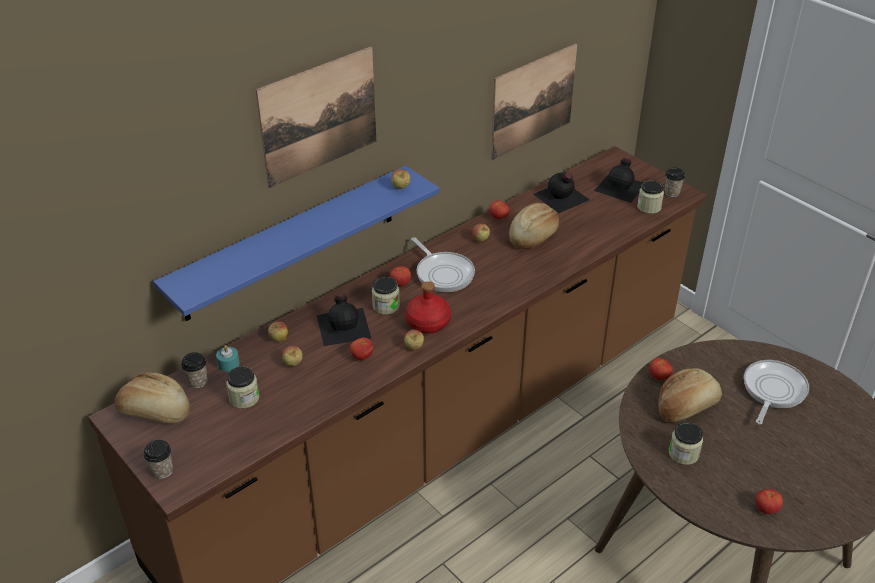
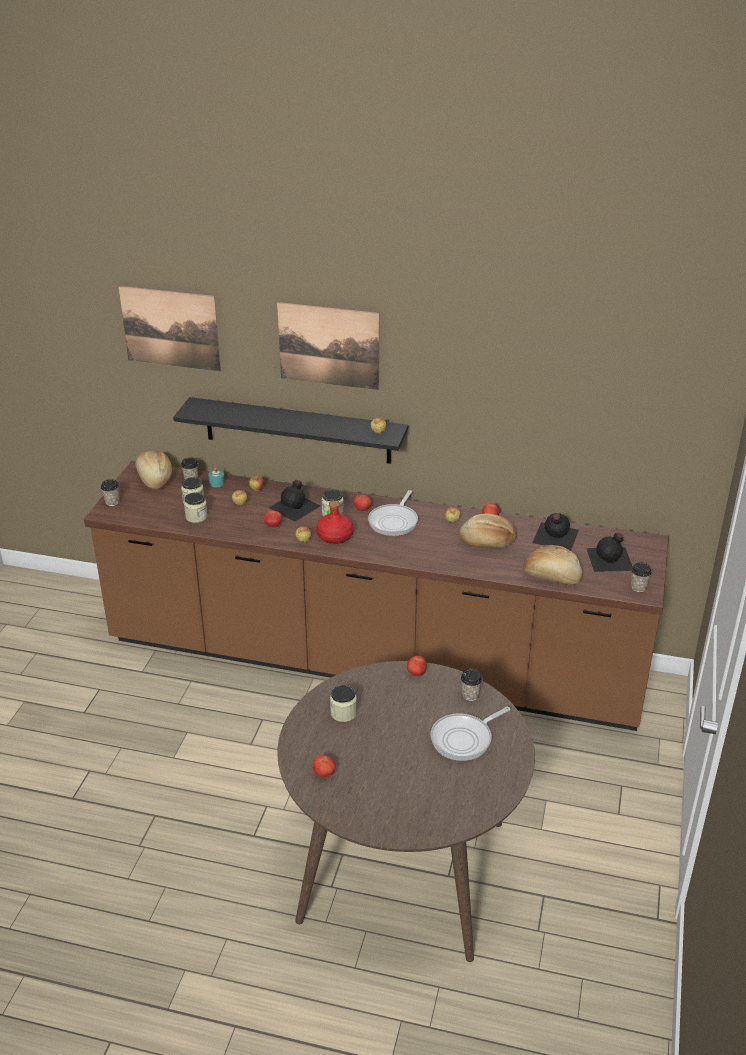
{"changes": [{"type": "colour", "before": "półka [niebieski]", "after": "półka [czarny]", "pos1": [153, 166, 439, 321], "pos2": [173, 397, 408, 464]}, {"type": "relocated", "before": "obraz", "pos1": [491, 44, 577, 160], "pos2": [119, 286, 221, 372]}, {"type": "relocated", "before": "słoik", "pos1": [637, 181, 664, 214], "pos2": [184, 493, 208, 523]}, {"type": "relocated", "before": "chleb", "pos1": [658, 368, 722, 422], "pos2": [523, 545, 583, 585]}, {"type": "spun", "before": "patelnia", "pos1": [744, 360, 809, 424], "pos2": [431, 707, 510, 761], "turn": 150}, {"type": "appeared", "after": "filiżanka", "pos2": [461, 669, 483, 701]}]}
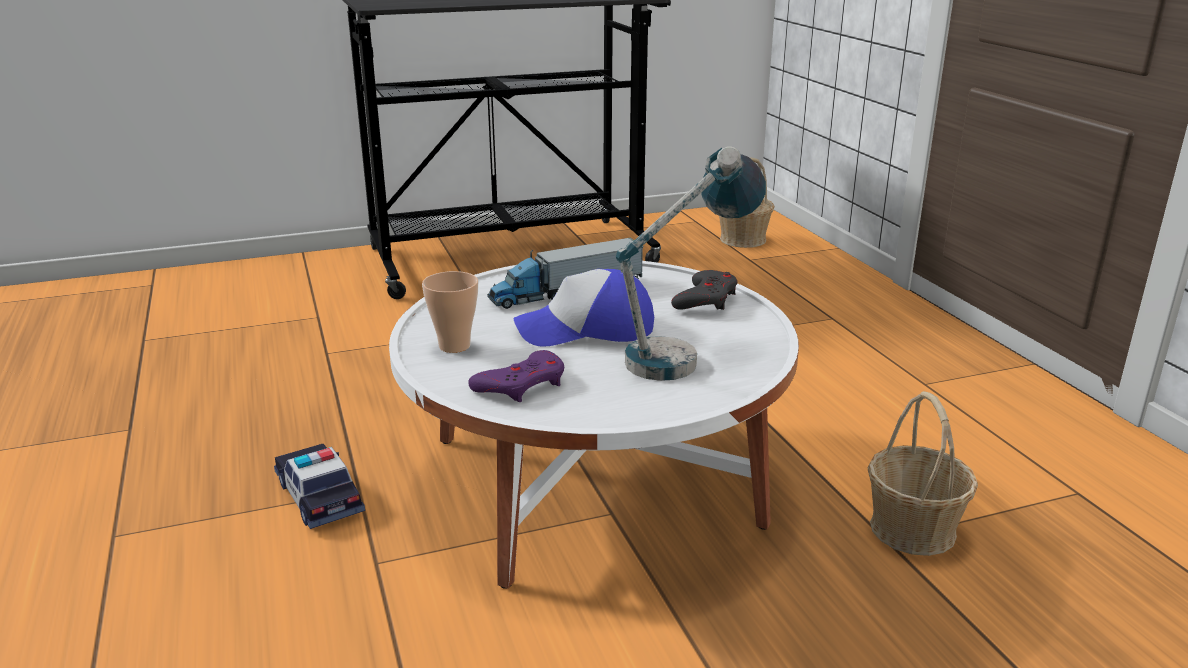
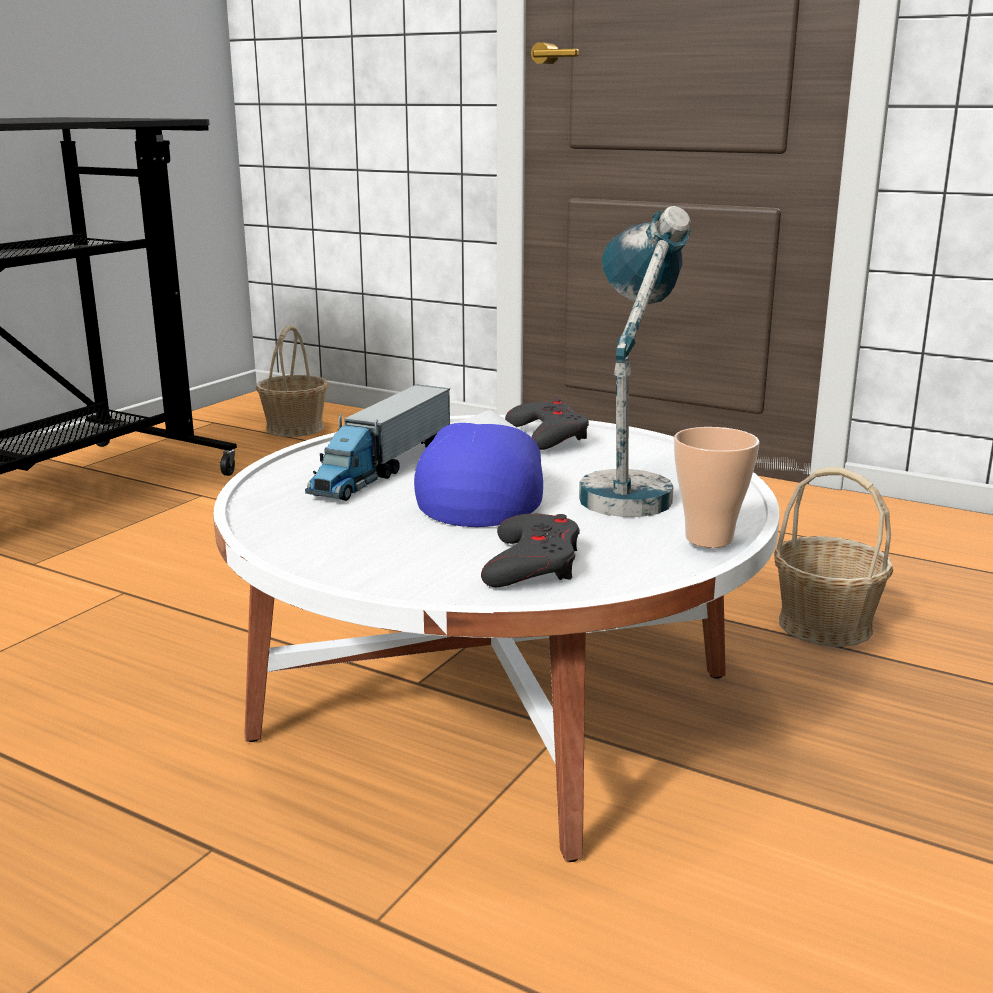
{"changes": [{"type": "missing", "before": "samochodzik", "pos1": [274, 444, 365, 529]}, {"type": "relocated", "before": "filiżanka", "pos1": [422, 271, 478, 353], "pos2": [674, 427, 760, 548]}, {"type": "colour", "before": "pad do gier [fioletowy]", "after": "pad do gier [szary]", "pos1": [468, 350, 564, 402], "pos2": [481, 513, 580, 587]}, {"type": "spun", "before": "czapka z daszkiem", "pos1": [514, 269, 654, 347], "pos2": [414, 410, 543, 527], "turn": 150}]}
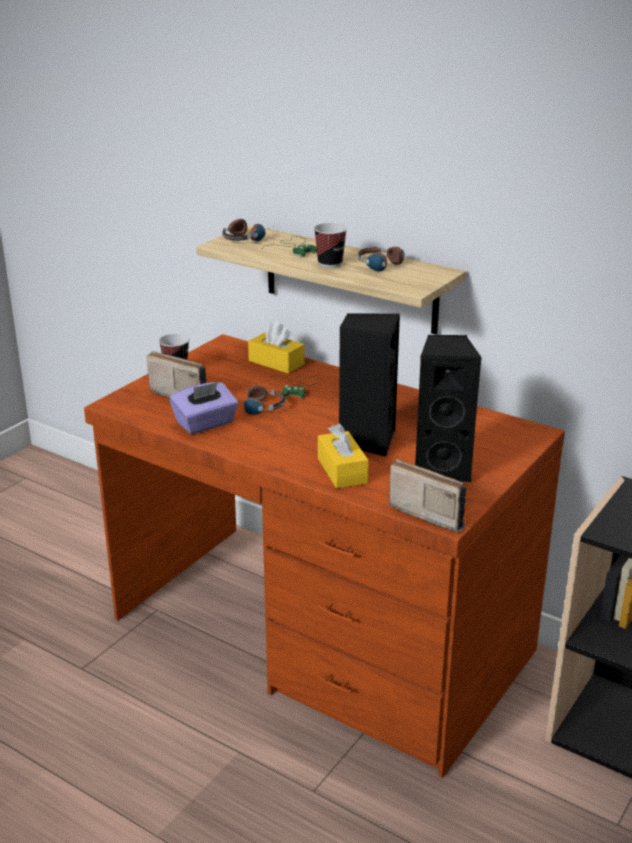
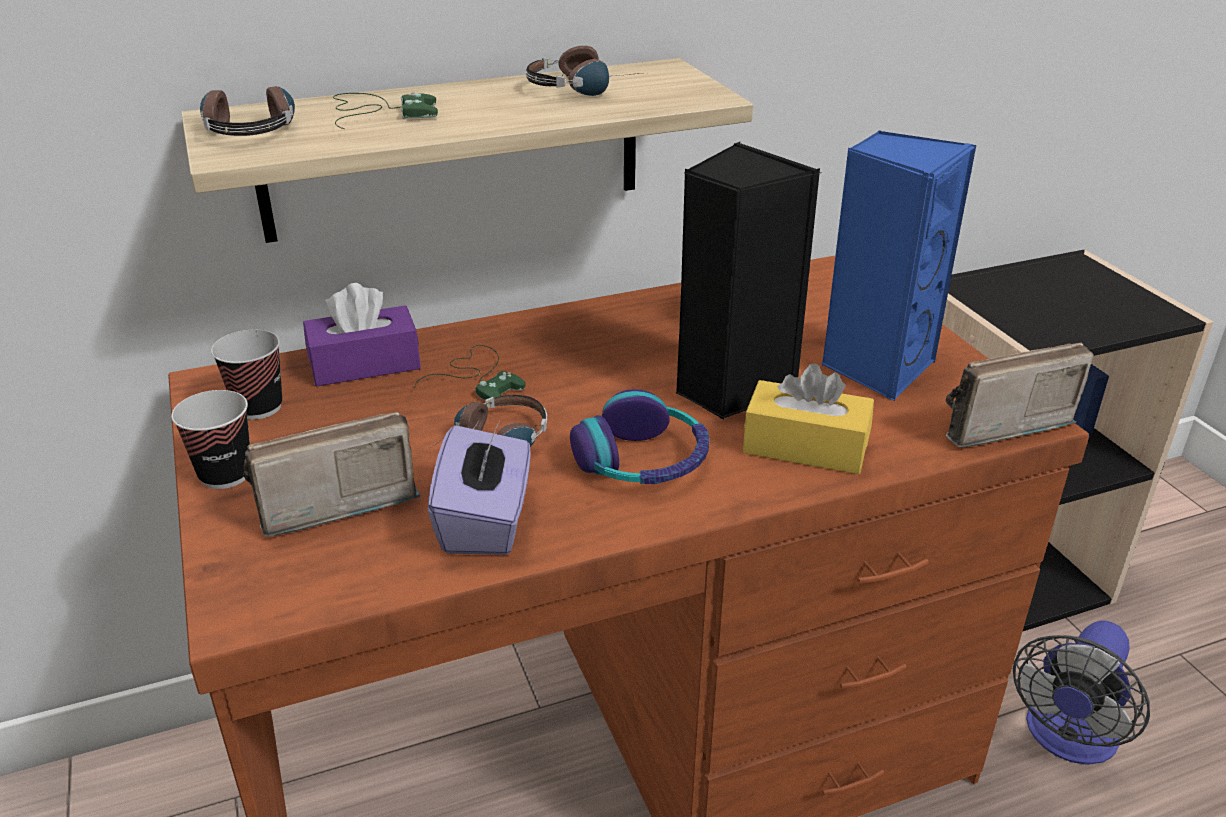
{"changes": [{"type": "colour", "before": "pudełko chusteczek [żółty]", "after": "pudełko chusteczek [fioletowy]", "pos1": [248, 322, 305, 374], "pos2": [303, 283, 421, 386]}, {"type": "relocated", "before": "filiżanka", "pos1": [314, 223, 347, 268], "pos2": [211, 330, 282, 420]}, {"type": "colour", "before": "głośnik [czarny]", "after": "głośnik [niebieski]", "pos1": [415, 335, 482, 482], "pos2": [821, 131, 976, 401]}, {"type": "appeared", "after": "słuchawki", "pos2": [570, 389, 709, 484]}, {"type": "appeared", "after": "wentylator", "pos2": [1013, 621, 1150, 765]}]}
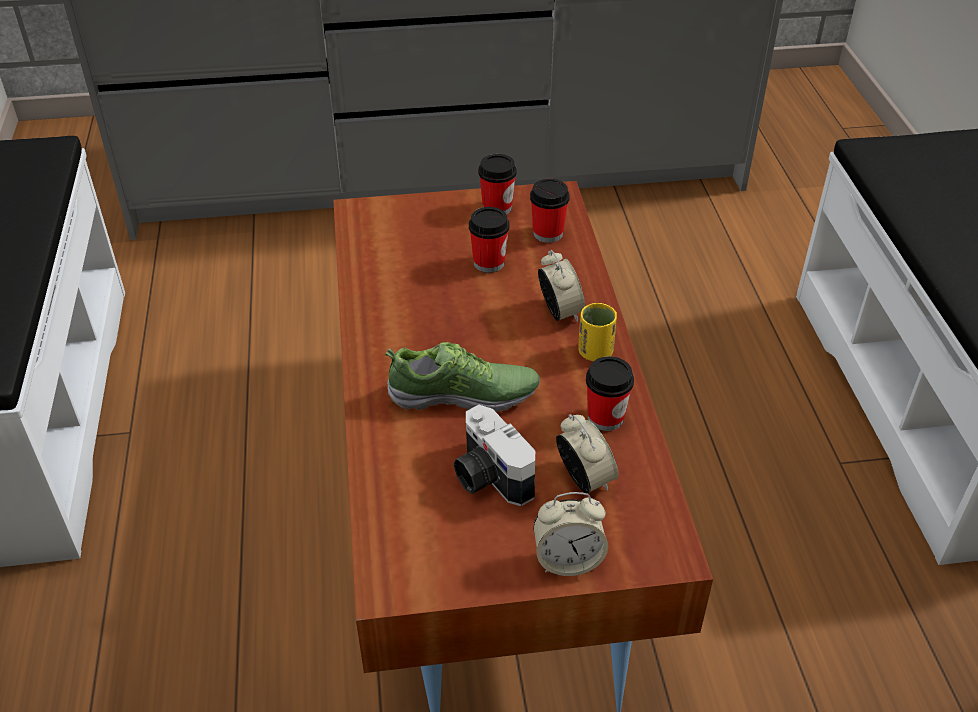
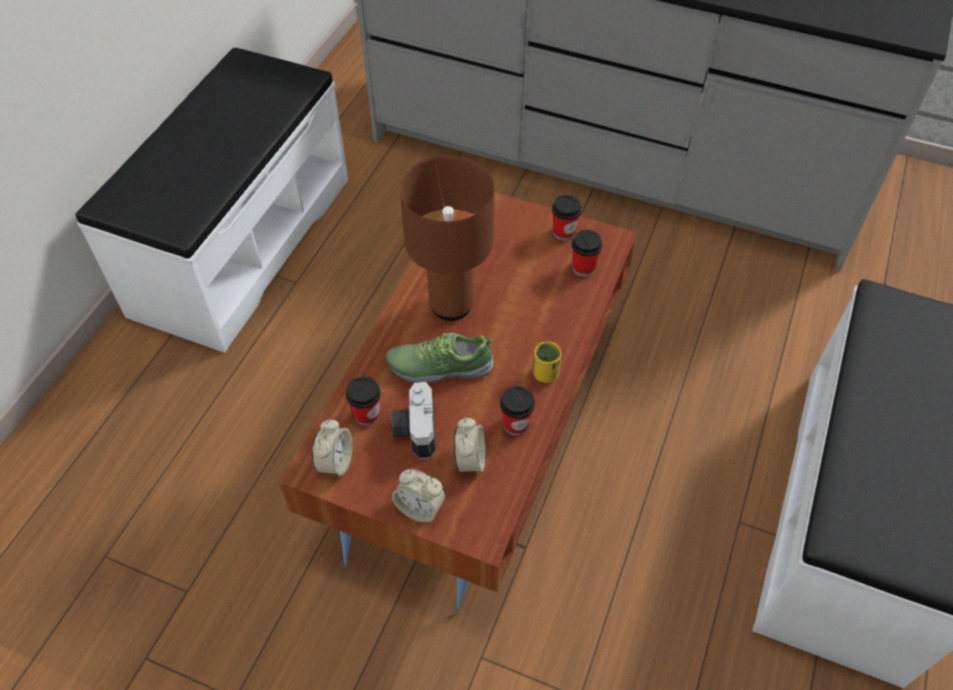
{"changes": [{"type": "spun", "before": "but", "pos1": [385, 342, 540, 412], "pos2": [385, 332, 494, 383], "turn": 150}, {"type": "relocated", "before": "filiżanka", "pos1": [469, 207, 510, 273], "pos2": [346, 376, 381, 426]}, {"type": "relocated", "before": "budzik", "pos1": [538, 250, 586, 322], "pos2": [312, 419, 353, 478]}, {"type": "appeared", "after": "lampa stołowa [brązowy]", "pos2": [400, 156, 495, 321]}]}
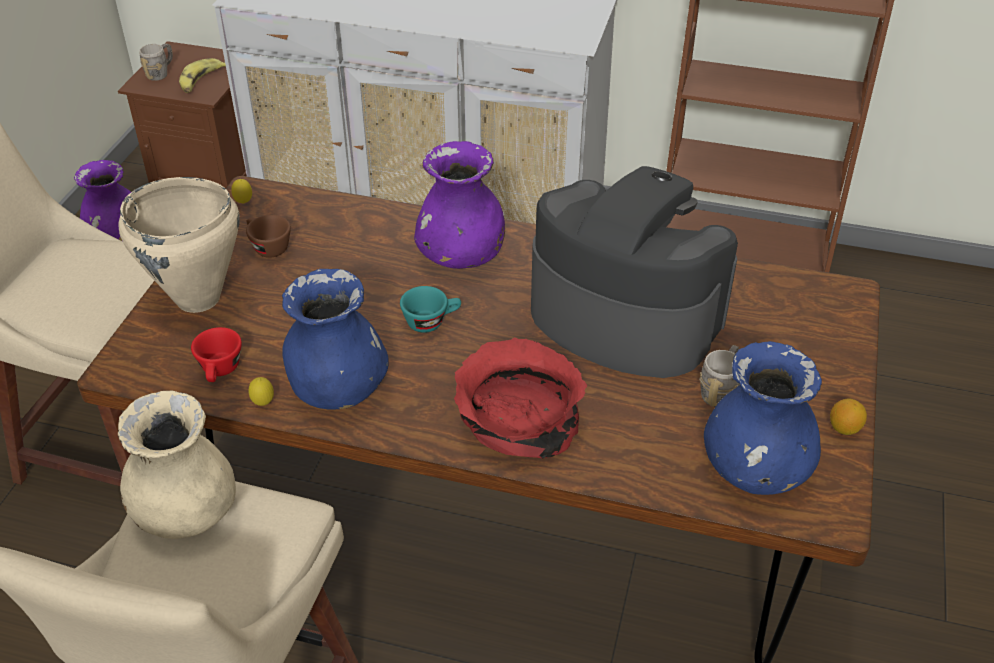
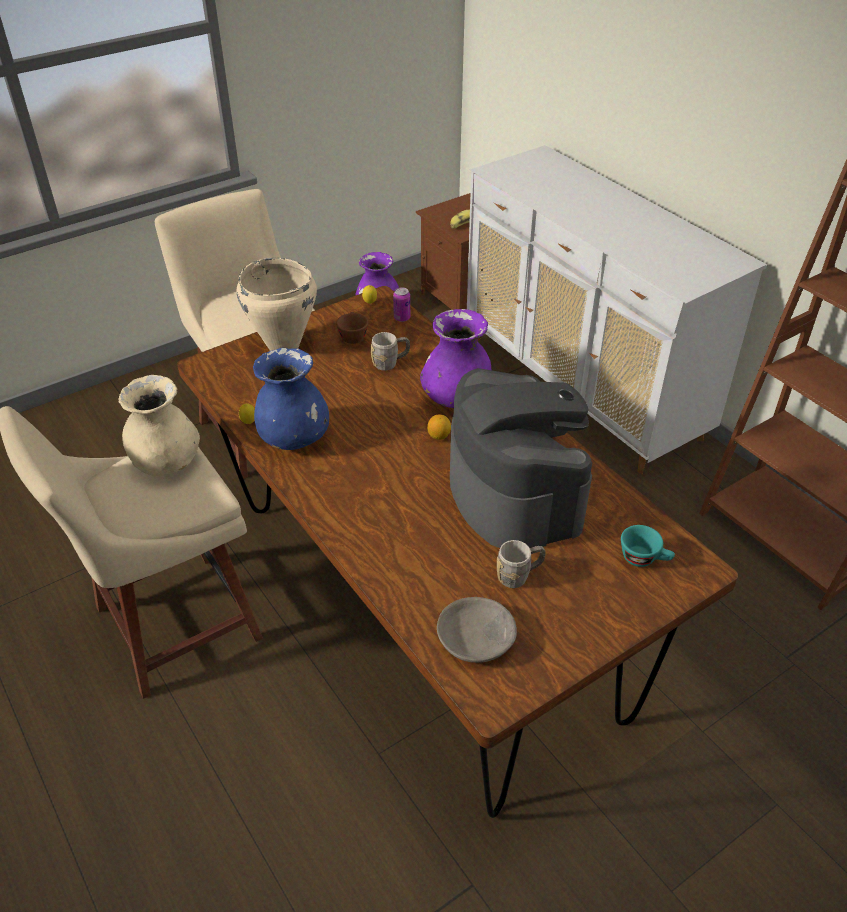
{"changes": [{"type": "relocated", "before": "kubek [szary]", "pos1": [139, 43, 173, 81], "pos2": [371, 332, 410, 371]}, {"type": "missing", "before": "filiżanka [czerwony]", "pos1": [191, 327, 242, 382]}, {"type": "relocated", "before": "filiżanka [turkusowy]", "pos1": [400, 286, 461, 333], "pos2": [621, 525, 675, 567]}, {"type": "missing", "before": "miska [czerwony]", "pos1": [454, 338, 587, 459]}, {"type": "exchanged", "before": "wazon [niebieski]", "after": "miska [szary]", "pos1": [704, 341, 822, 495], "pos2": [437, 597, 517, 663]}, {"type": "relocated", "before": "cytryna", "pos1": [830, 398, 867, 435], "pos2": [427, 414, 451, 440]}, {"type": "appeared", "after": "puszka", "pos2": [393, 287, 410, 322]}]}
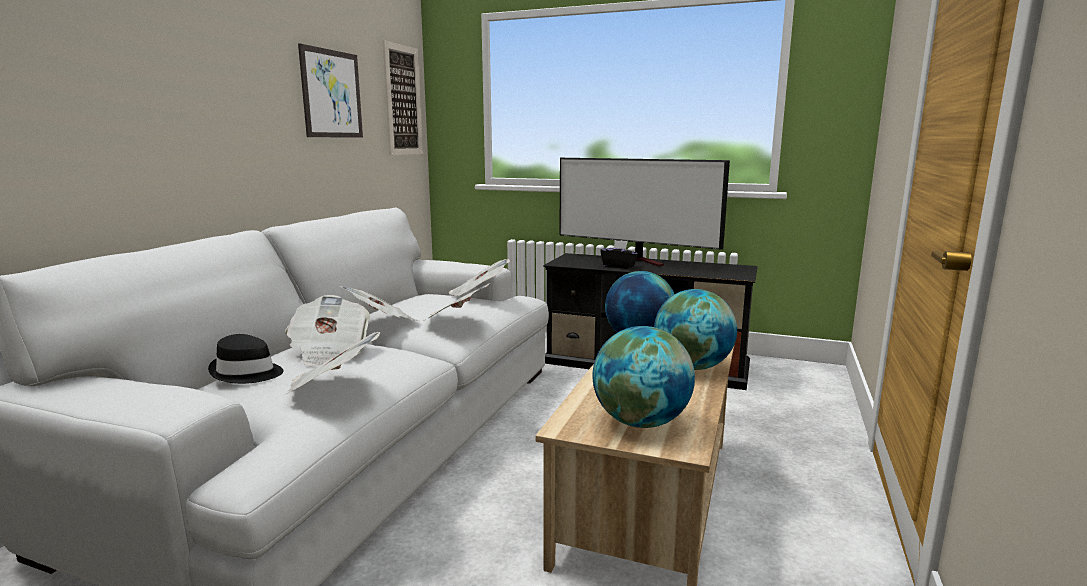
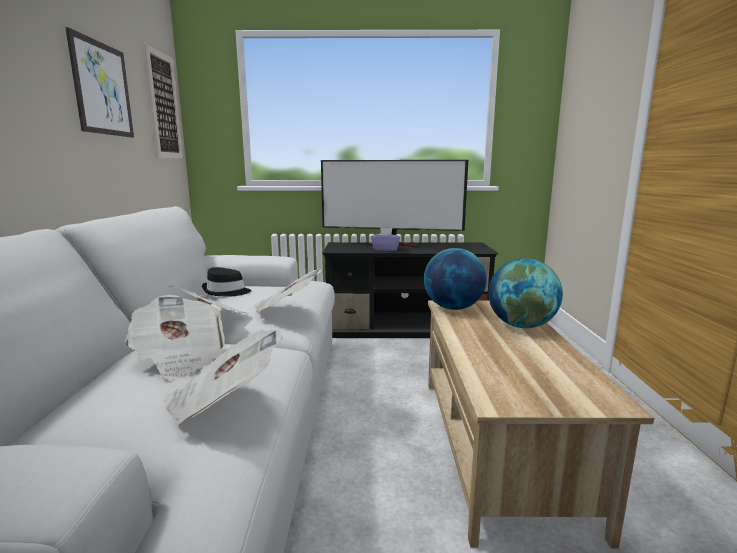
{"changes": [{"type": "relocated", "before": "kapelusz [czarny]", "pos1": [208, 334, 284, 384], "pos2": [202, 267, 251, 297]}, {"type": "missing", "before": "gazeta", "pos1": [449, 259, 510, 297]}, {"type": "missing", "before": "globus", "pos1": [592, 326, 695, 428]}, {"type": "colour", "before": "pudełko chusteczek [czarny]", "after": "pudełko chusteczek [fioletowy]", "pos1": [600, 240, 638, 269], "pos2": [371, 228, 400, 251]}]}
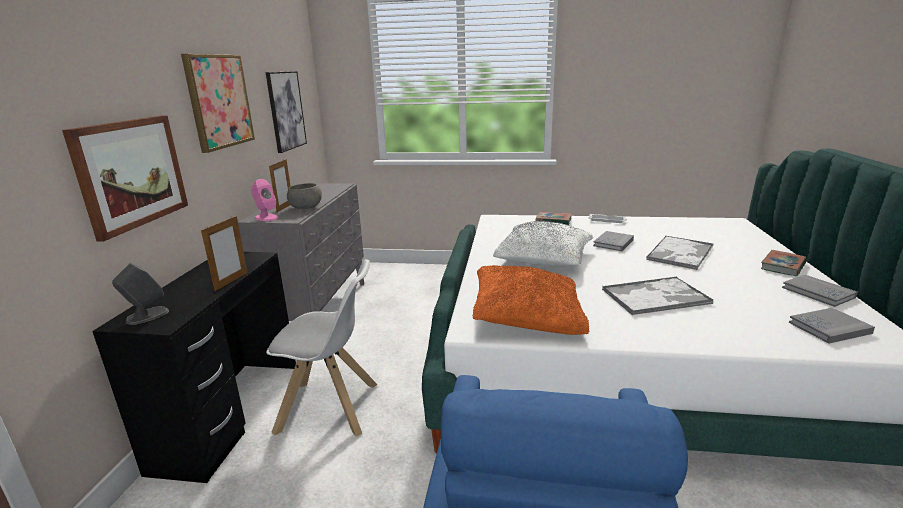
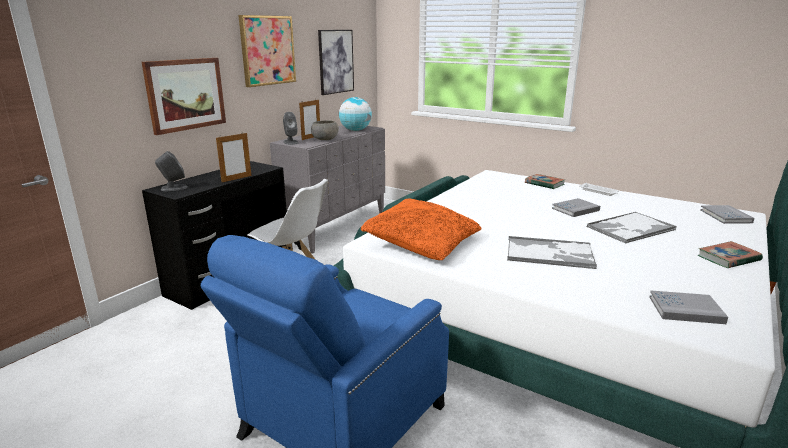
{"changes": [{"type": "colour", "before": "głośnik [różowy]", "after": "głośnik [szary]", "pos1": [251, 179, 278, 221], "pos2": [283, 112, 298, 145]}, {"type": "missing", "before": "poduszka [biały]", "pos1": [493, 221, 593, 266]}, {"type": "relocated", "before": "książka [szary]", "pos1": [782, 275, 858, 307], "pos2": [700, 205, 755, 224]}, {"type": "appeared", "after": "globus", "pos2": [339, 97, 372, 131]}]}
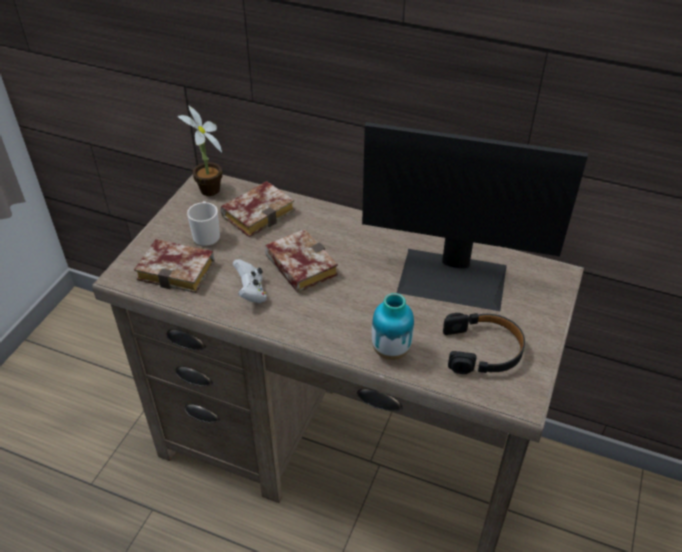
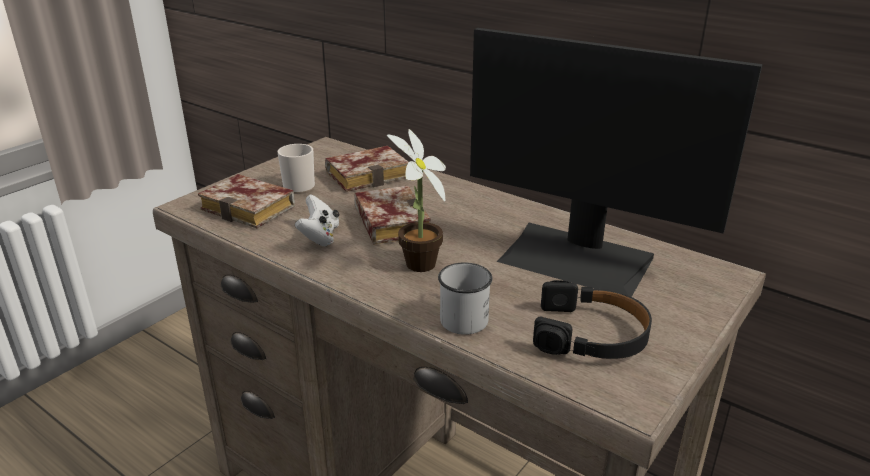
{"changes": [{"type": "relocated", "before": "roślina doniczkowa", "pos1": [178, 106, 223, 196], "pos2": [387, 129, 446, 272]}, {"type": "exchanged", "before": "wazon", "after": "kubek [biały]", "pos1": [372, 293, 414, 360], "pos2": [438, 263, 492, 335]}]}
